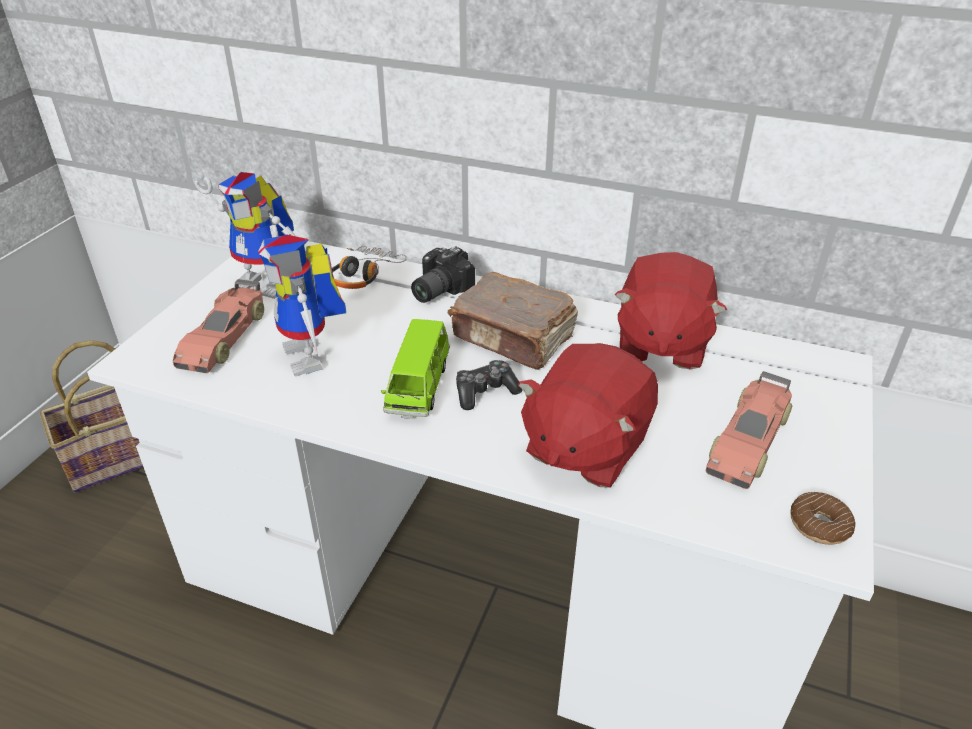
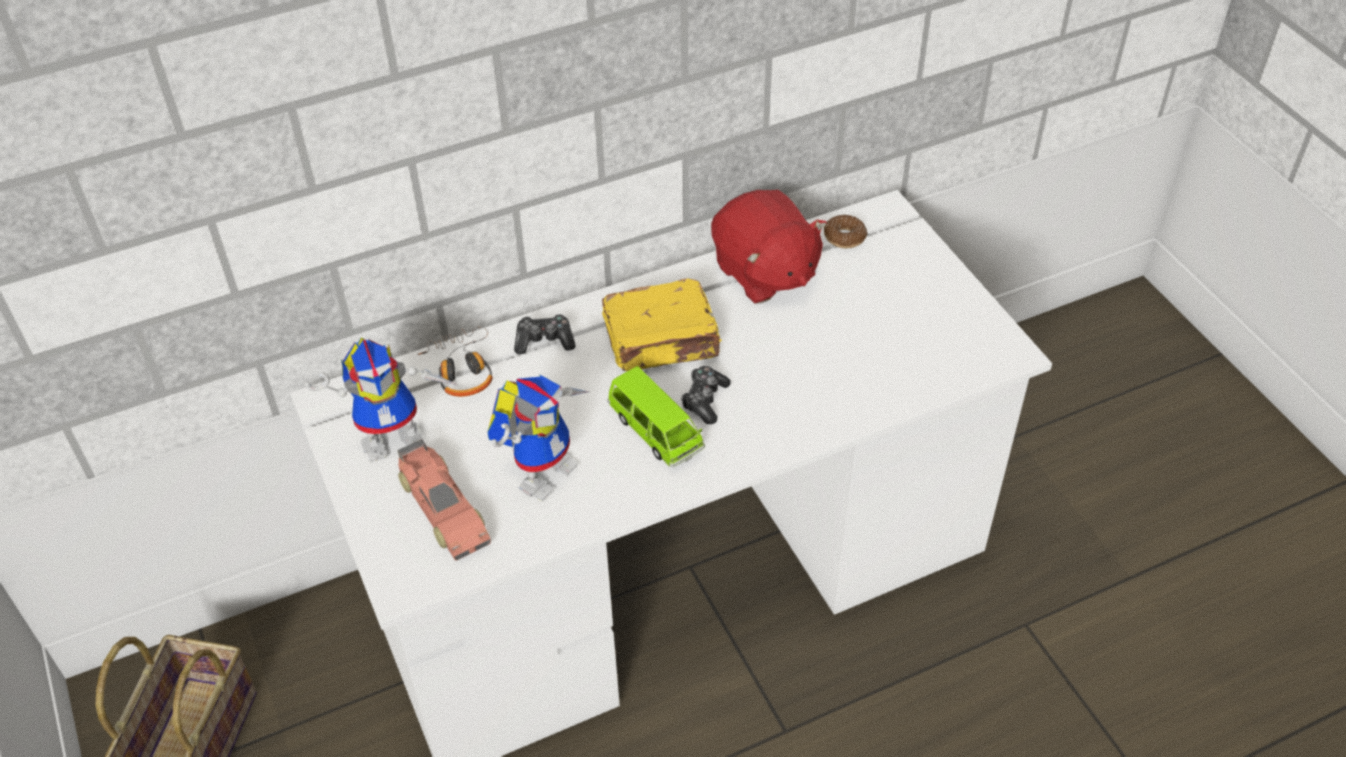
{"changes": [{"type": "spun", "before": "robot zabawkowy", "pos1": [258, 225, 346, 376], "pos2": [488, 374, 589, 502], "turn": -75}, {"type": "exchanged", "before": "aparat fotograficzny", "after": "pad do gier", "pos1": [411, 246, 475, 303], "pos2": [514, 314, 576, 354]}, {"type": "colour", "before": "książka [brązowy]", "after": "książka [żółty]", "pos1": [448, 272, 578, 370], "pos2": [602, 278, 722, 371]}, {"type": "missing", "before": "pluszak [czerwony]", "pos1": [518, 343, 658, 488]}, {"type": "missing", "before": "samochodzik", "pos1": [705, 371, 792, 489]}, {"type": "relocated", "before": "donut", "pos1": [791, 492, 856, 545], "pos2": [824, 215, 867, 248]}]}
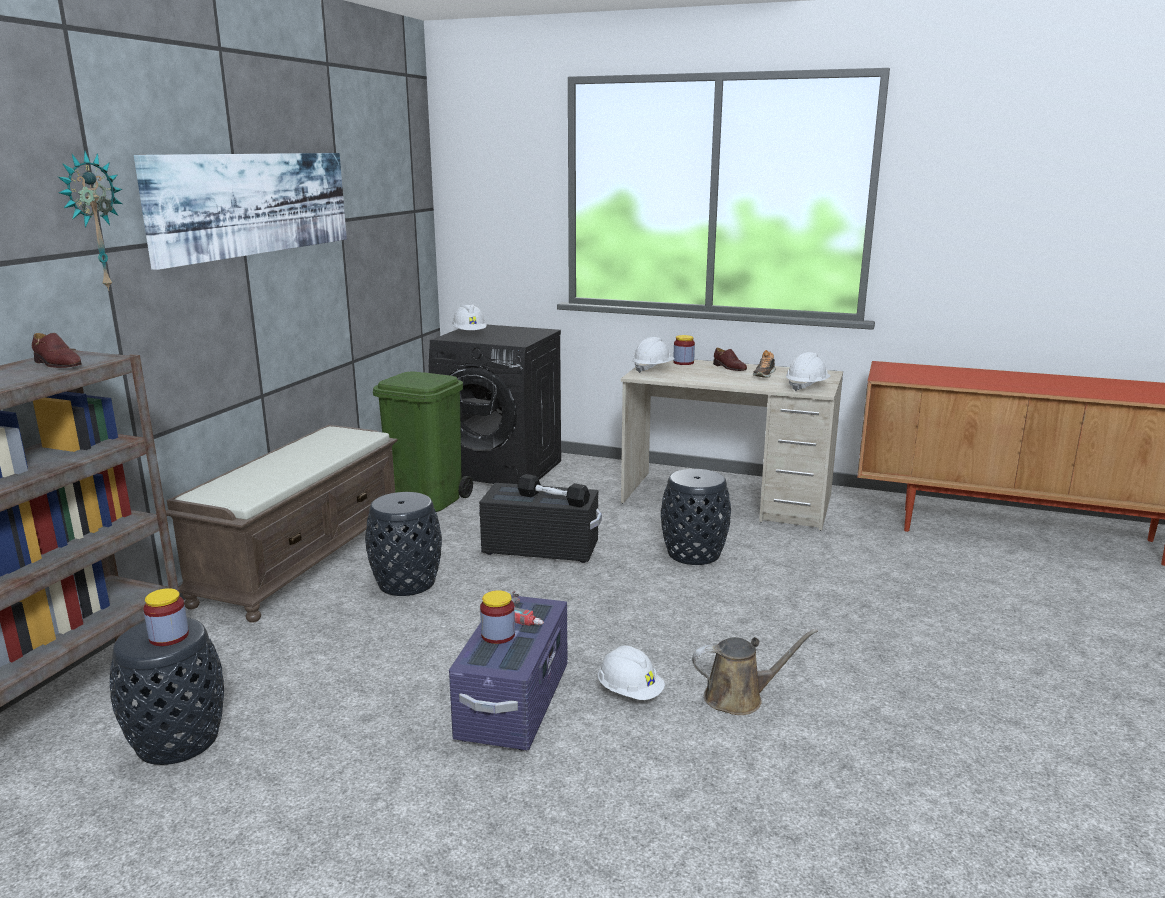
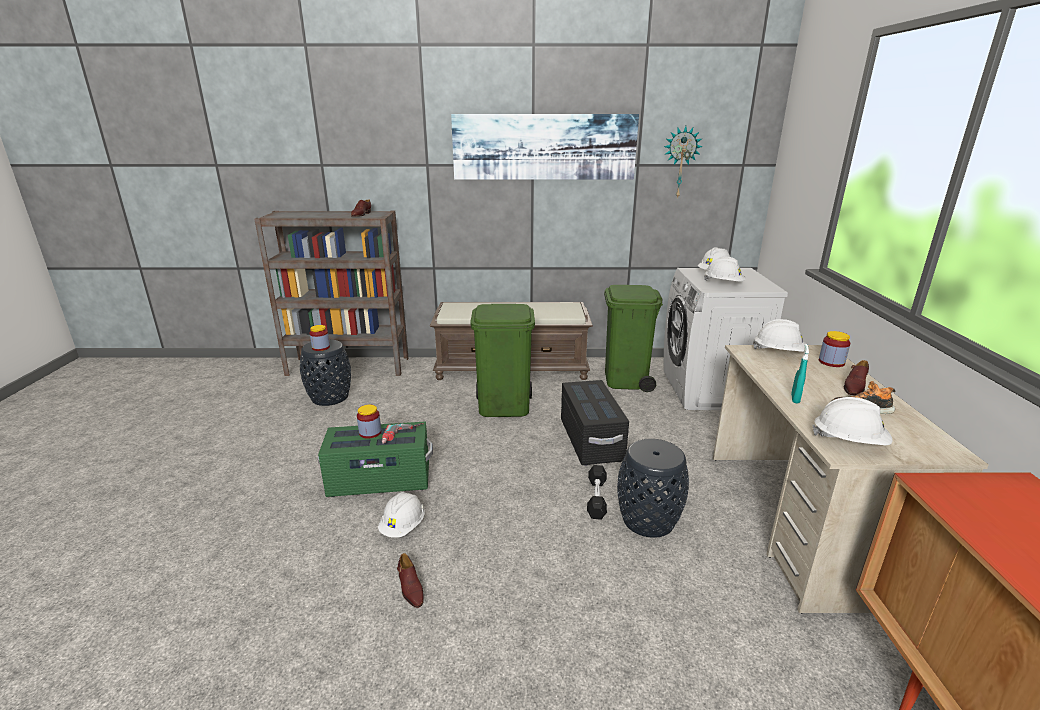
{"changes": [{"type": "relocated", "before": "zegar ścienny", "pos1": [58, 151, 122, 291], "pos2": [664, 126, 703, 199]}, {"type": "exchanged", "before": "stołek [czarny]", "after": "kosz na śmieci [zielony]", "pos1": [365, 492, 442, 596], "pos2": [470, 304, 535, 417]}, {"type": "colour", "before": "pralka [czarny]", "after": "pralka [biały]", "pos1": [429, 325, 561, 484], "pos2": [663, 268, 788, 410]}, {"type": "colour", "before": "pojemnik do przechowywania [fioletowy]", "after": "pojemnik do przechowywania [zielony]", "pos1": [449, 595, 568, 750], "pos2": [318, 422, 433, 497]}, {"type": "relocated", "before": "hantel [czarny]", "pos1": [518, 474, 590, 508], "pos2": [587, 465, 607, 520]}, {"type": "exchanged", "before": "konewka [brązowy]", "after": "but [brązowy]", "pos1": [692, 629, 818, 715], "pos2": [397, 553, 424, 608]}, {"type": "appeared", "after": "kask [biały]", "pos2": [704, 257, 746, 281]}, {"type": "appeared", "after": "spryskiwacz [turkusowy]", "pos2": [791, 344, 809, 403]}]}
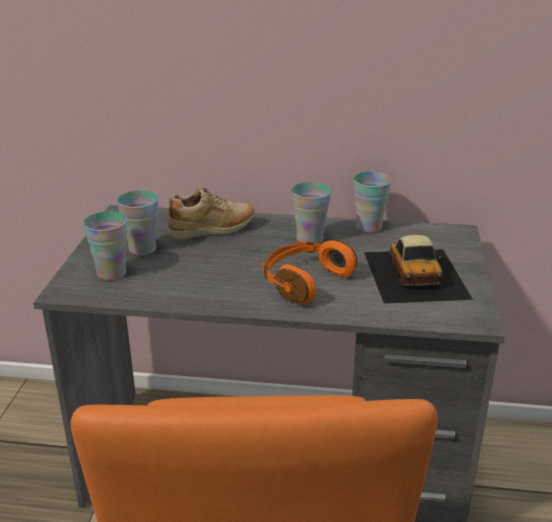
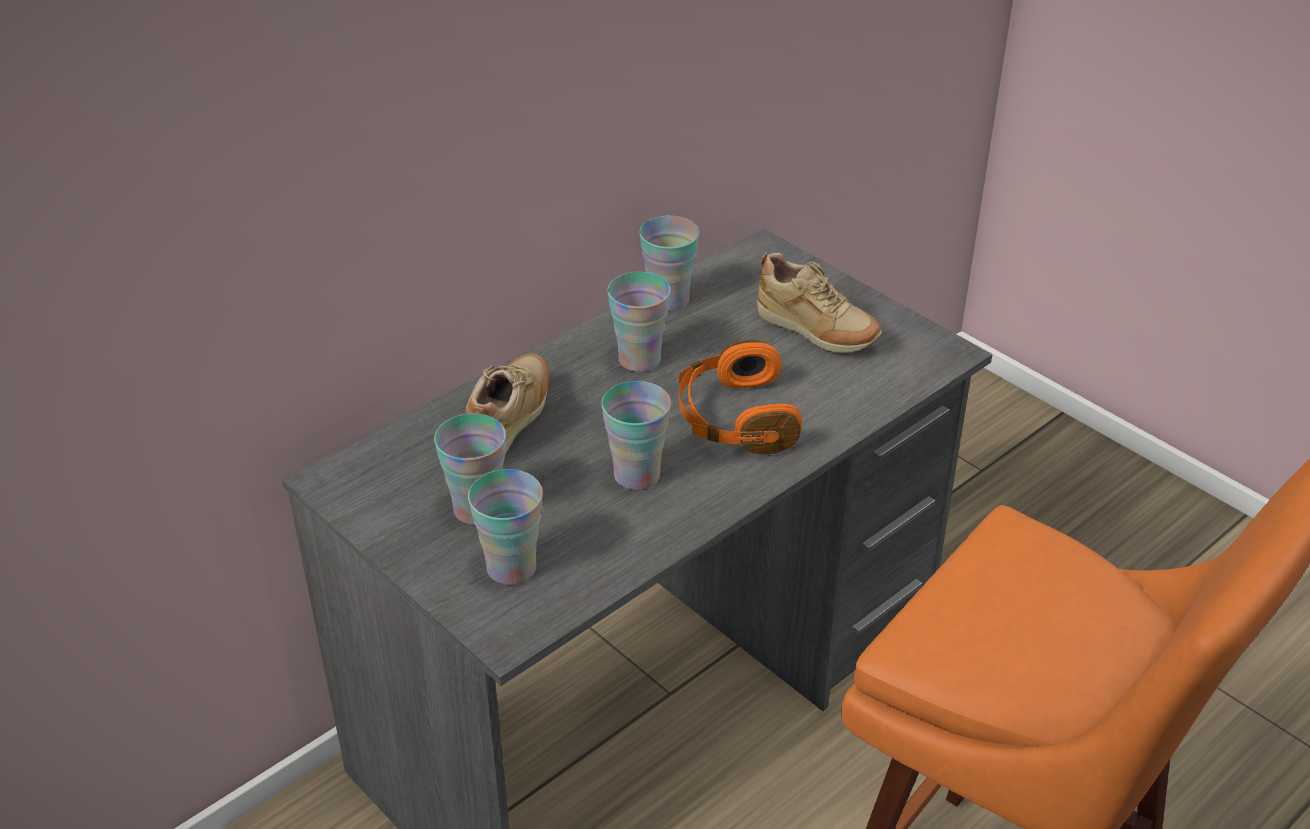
{"changes": [{"type": "exchanged", "before": "samochodzik", "after": "but [beżowy]", "pos1": [364, 235, 473, 304], "pos2": [757, 253, 882, 353]}, {"type": "appeared", "after": "filiżanka", "pos2": [601, 381, 671, 490]}]}
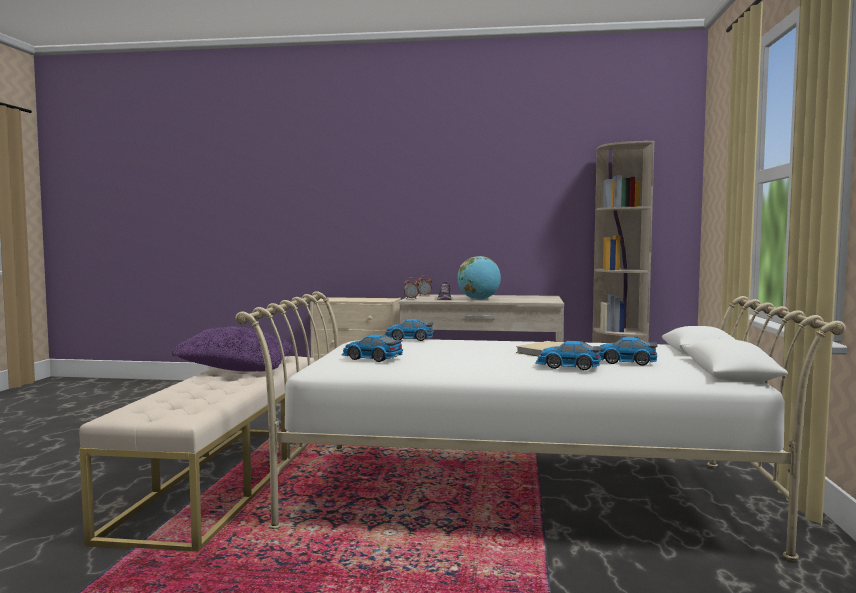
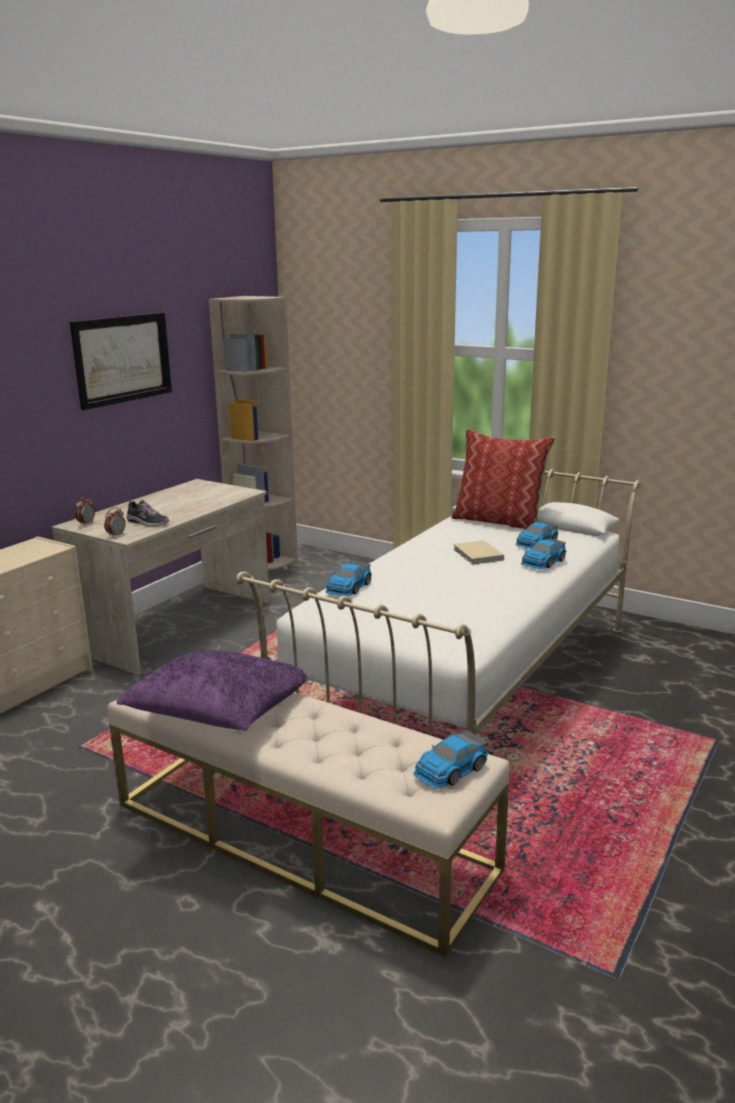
{"changes": [{"type": "relocated", "before": "samochodzik", "pos1": [342, 334, 403, 362], "pos2": [413, 730, 488, 789]}, {"type": "missing", "before": "globus", "pos1": [458, 256, 501, 300]}, {"type": "appeared", "after": "obraz", "pos2": [70, 312, 172, 410]}, {"type": "appeared", "after": "poduszka", "pos2": [451, 429, 555, 529]}]}
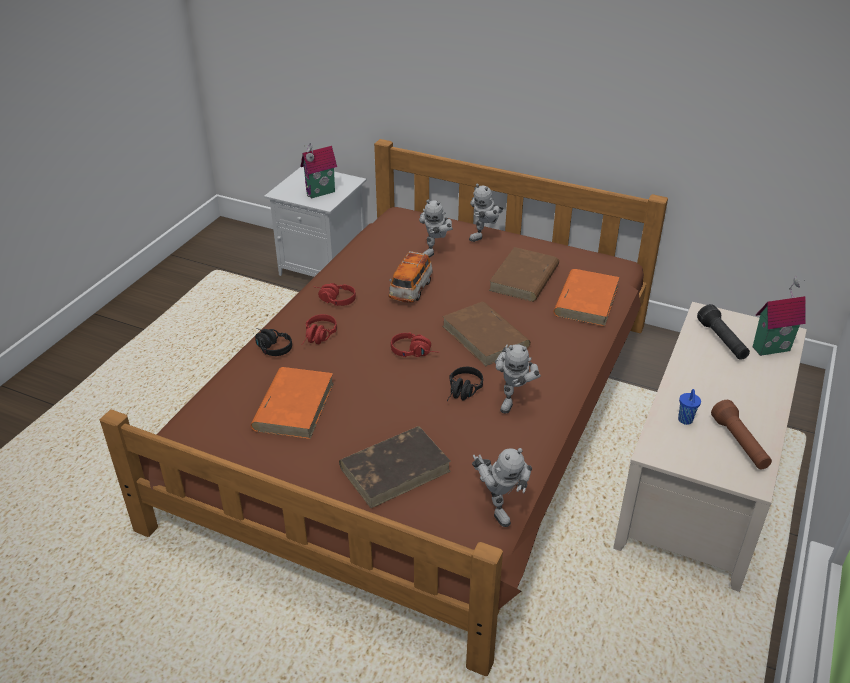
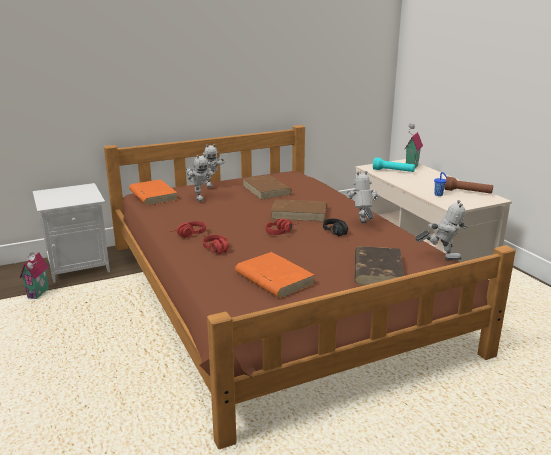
{"changes": [{"type": "missing", "before": "słuchawki [czarny]", "pos1": [255, 328, 292, 356]}, {"type": "relocated", "before": "domek", "pos1": [301, 143, 337, 198], "pos2": [20, 252, 49, 299]}, {"type": "missing", "before": "samochodzik", "pos1": [389, 251, 433, 303]}, {"type": "spun", "before": "robot zabawkowy", "pos1": [495, 344, 541, 413], "pos2": [346, 171, 378, 223], "turn": -150}, {"type": "relocated", "before": "książka [pomarańczowy]", "pos1": [554, 269, 620, 326], "pos2": [129, 179, 178, 205]}, {"type": "colour", "before": "latarka [czarny]", "after": "latarka [turkusowy]", "pos1": [697, 304, 750, 360], "pos2": [373, 157, 415, 172]}]}
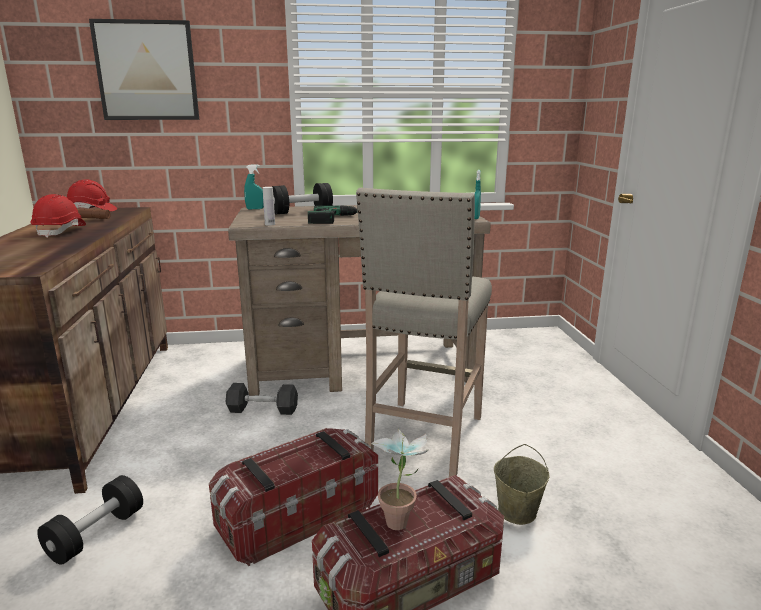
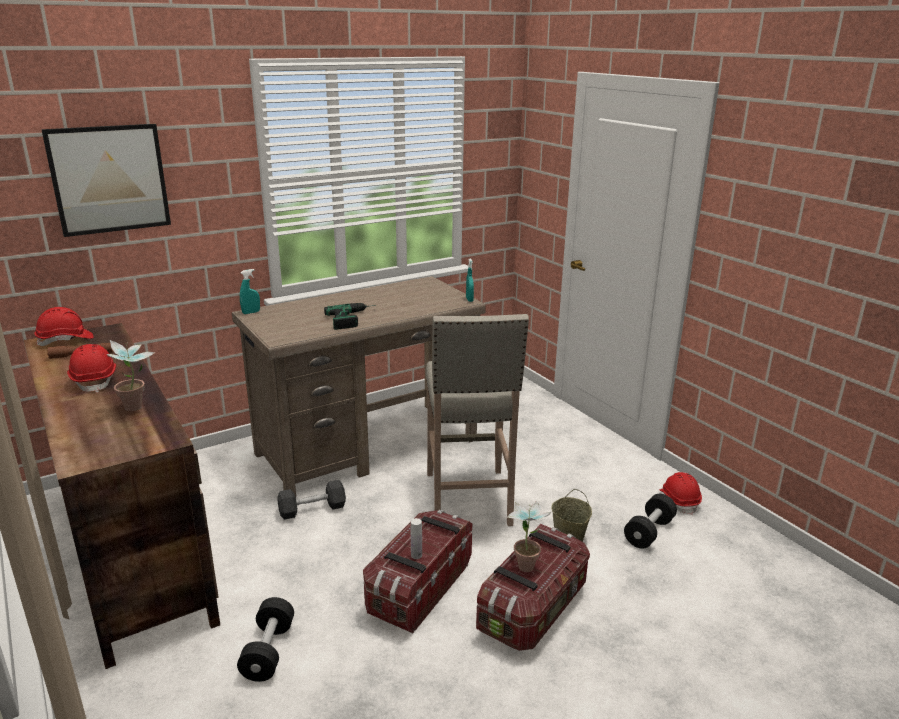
{"changes": [{"type": "relocated", "before": "butelka [biały]", "pos1": [263, 187, 275, 226], "pos2": [411, 518, 422, 559]}, {"type": "relocated", "before": "hantel [czarny]", "pos1": [272, 183, 333, 214], "pos2": [624, 494, 677, 549]}, {"type": "appeared", "after": "roślina doniczkowa", "pos2": [106, 340, 155, 411]}, {"type": "appeared", "after": "kask [czerwony]", "pos2": [660, 472, 702, 515]}]}
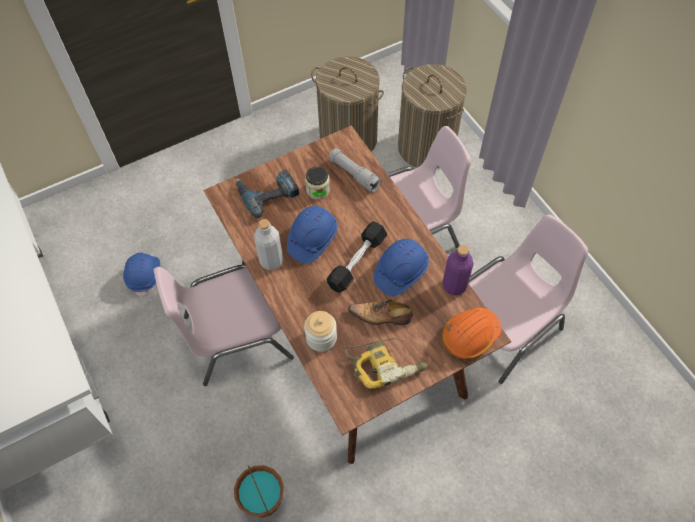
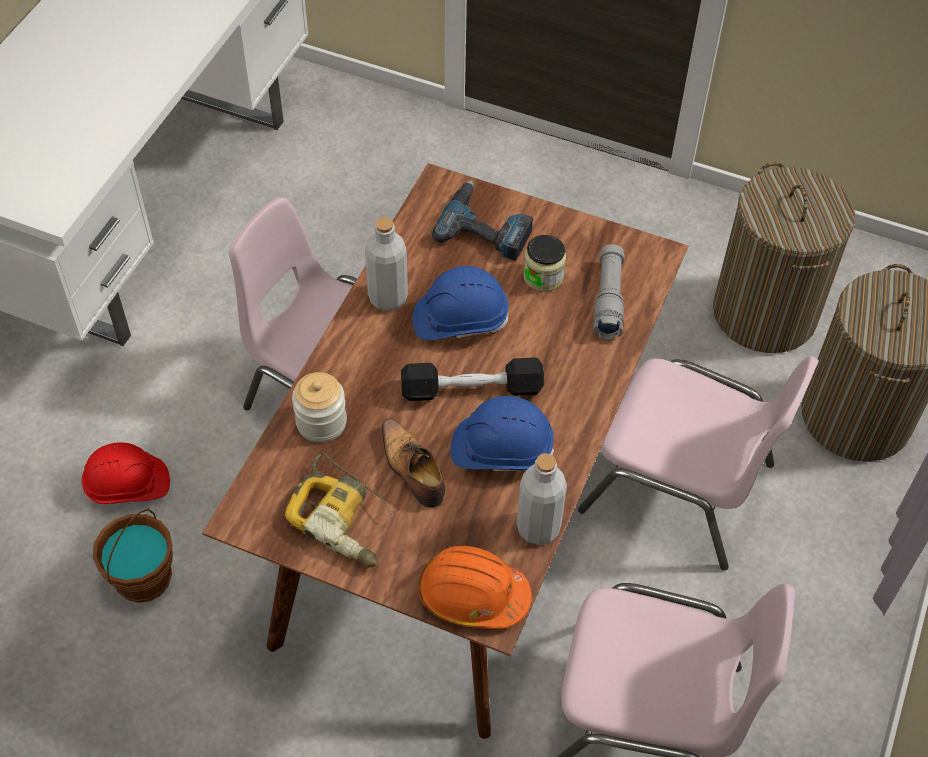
{"changes": [{"type": "missing", "before": "kask [niebieski]", "pos1": [123, 253, 160, 297]}, {"type": "colour", "before": "butelka [fioletowy]", "after": "butelka [szary]", "pos1": [442, 245, 474, 295], "pos2": [517, 453, 567, 545]}, {"type": "appeared", "after": "kask [czerwony]", "pos2": [82, 442, 170, 504]}]}
